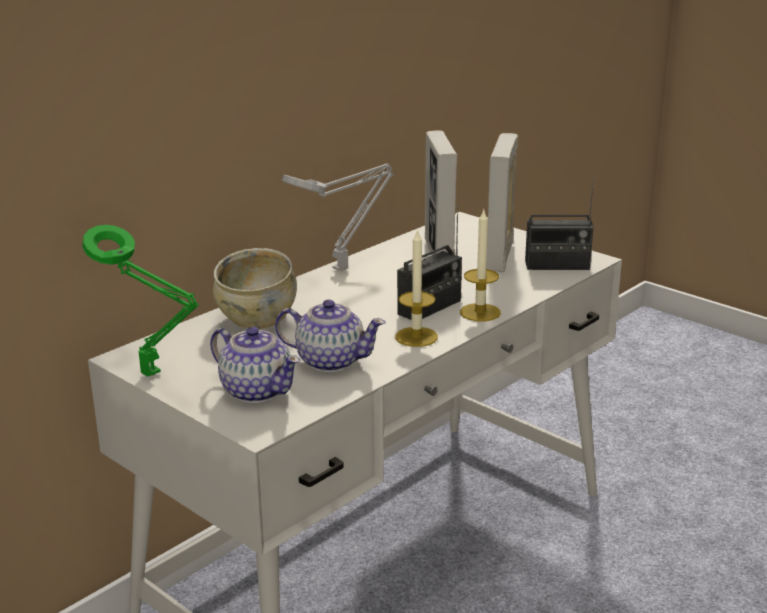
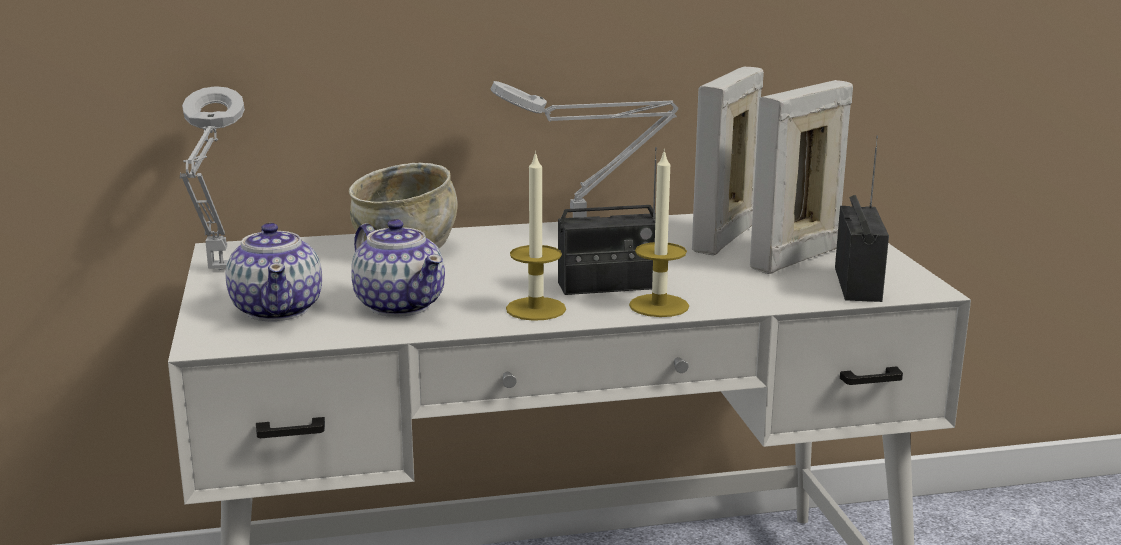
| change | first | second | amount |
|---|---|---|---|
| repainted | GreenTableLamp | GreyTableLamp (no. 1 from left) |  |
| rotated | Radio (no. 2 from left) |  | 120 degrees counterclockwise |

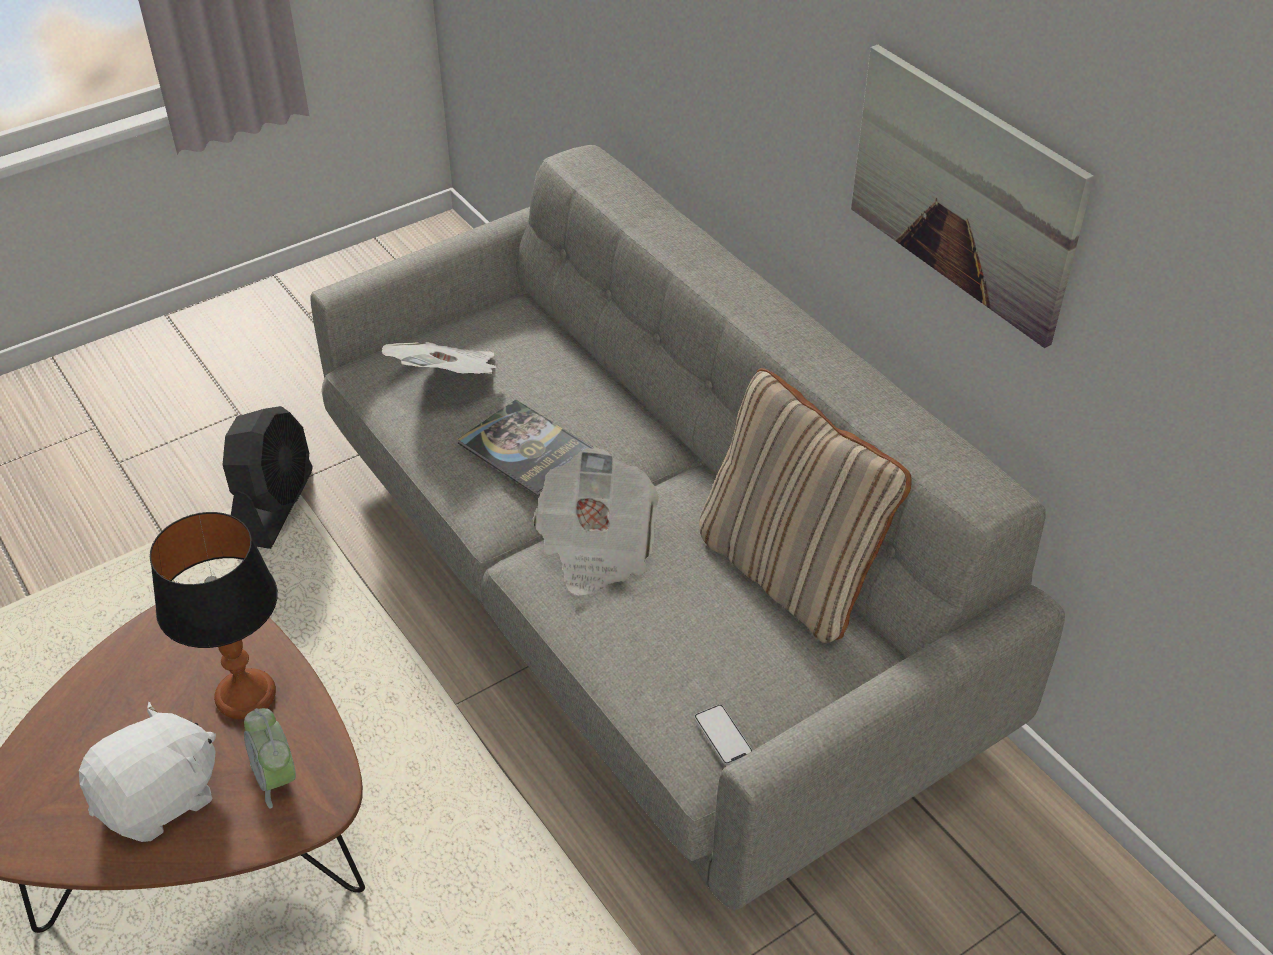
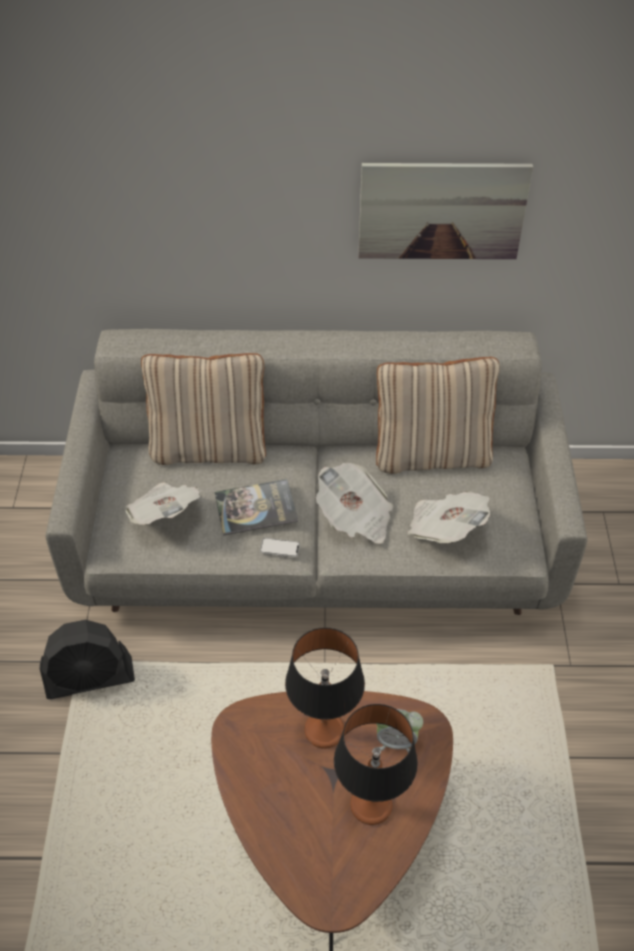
| change | first | second | amount |
|---|---|---|---|
| rotated | BlackFan |  | 120 degrees clockwise |
| new |  | BeigePillow (no. 1 from left) |  |
| shifted | Phone |  |  |
| swapped | WhitePlushToy | TableLamp (no. 2 from left) |  |
| new |  | Newspaper (no. 3 from left) |  |

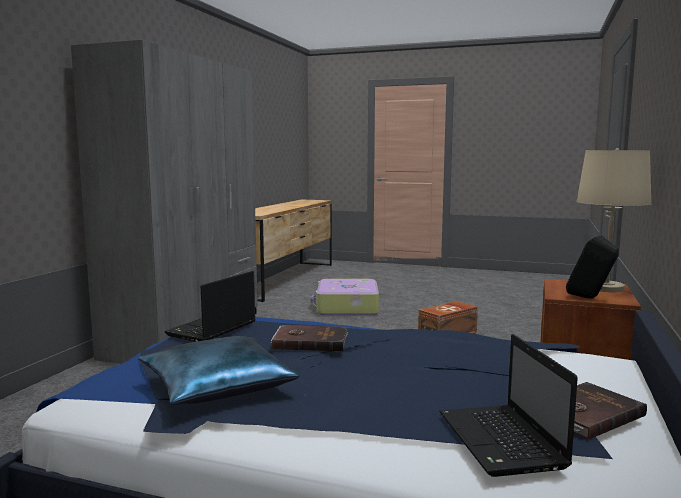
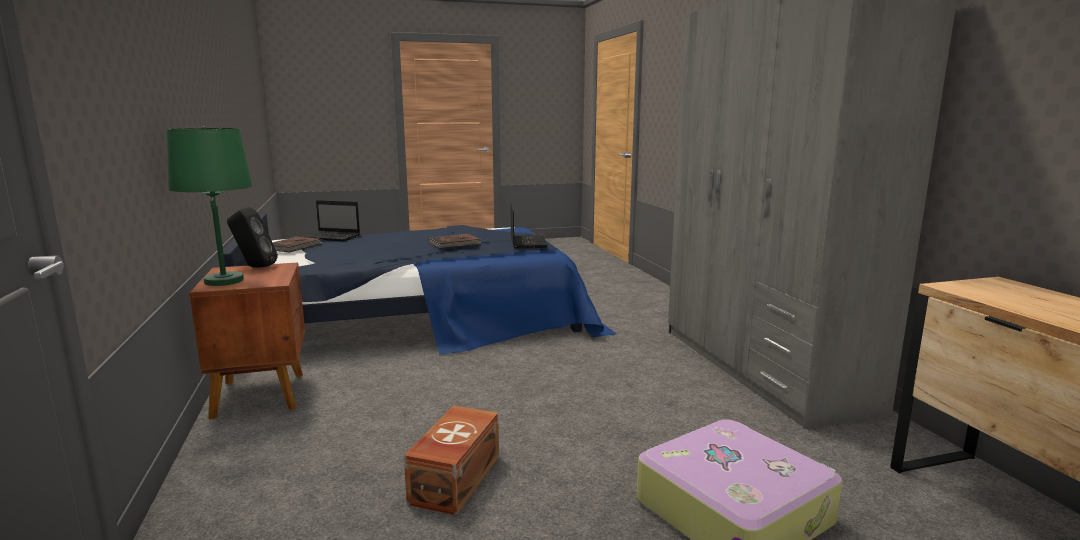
| change | first | second | amount |
|---|---|---|---|
| repainted | BeigeTableLamp | GreenTableLamp |  |
| rotated | Laptop (no. 2 from left in the first image) | Laptop (no. 1 from left) | 150 degrees clockwise |
| gone | BluePillow |  |  |

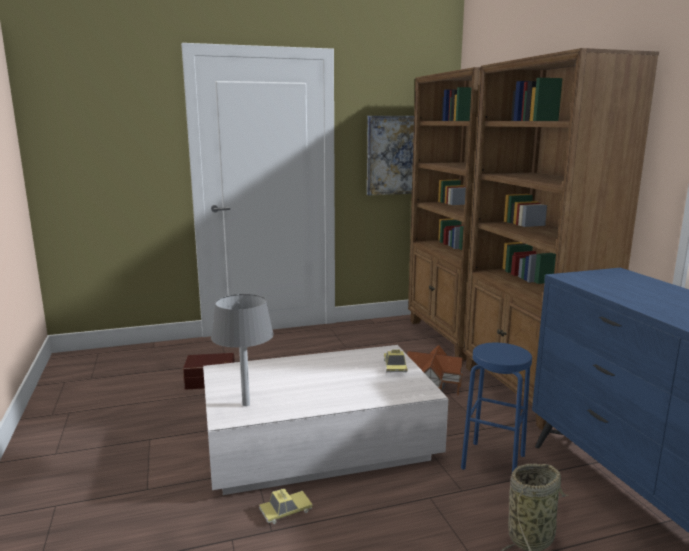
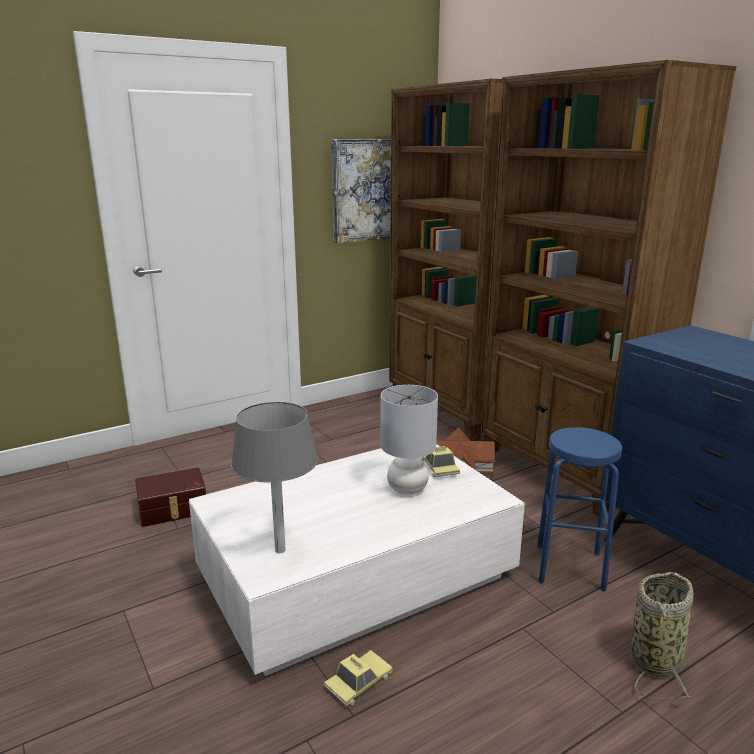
| change | first | second | amount |
|---|---|---|---|
| new |  | GreyTableLamp (no. 2 from left) |  |

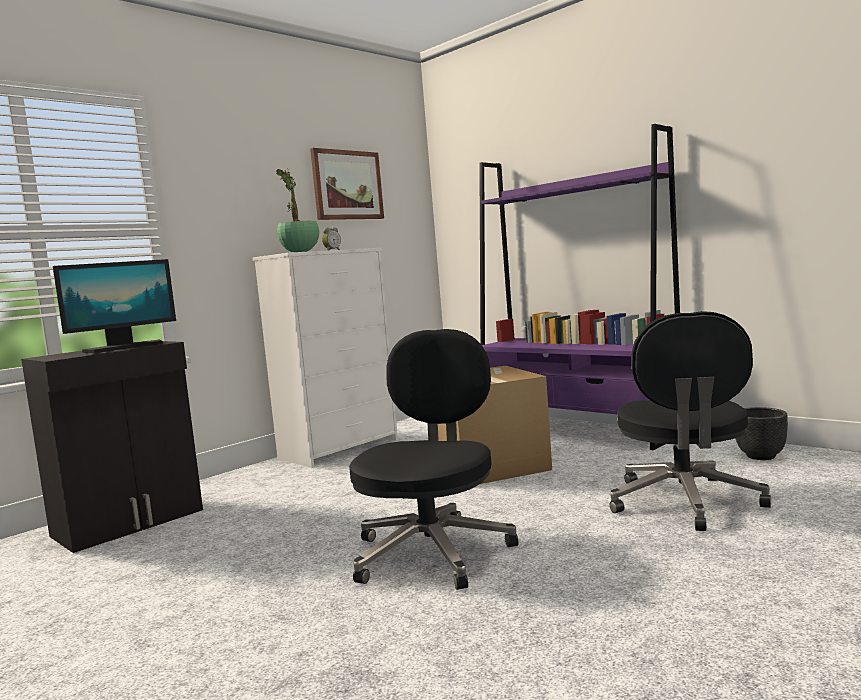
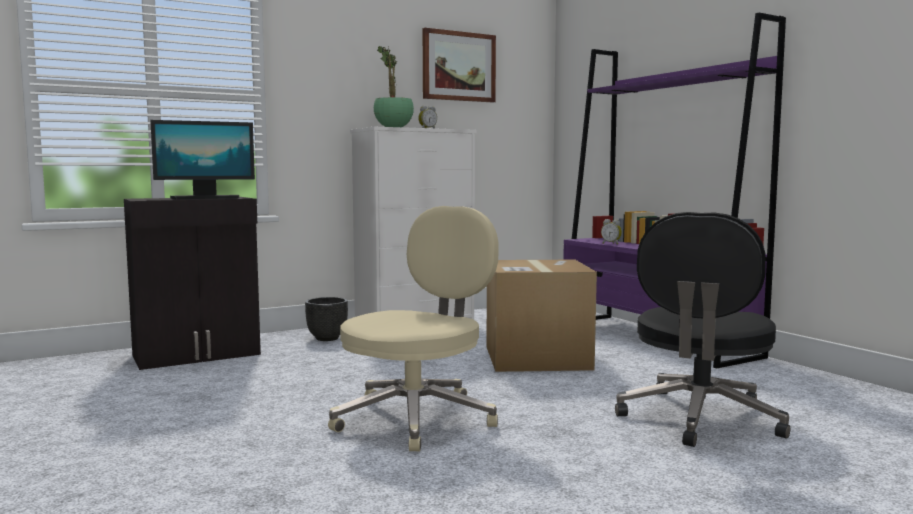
| change | first | second | amount |
|---|---|---|---|
| shifted | BlackPlanter |  |  |
| repainted | BlackOfficeChair (no. 1 from left) | BeigeOfficeChair |  |
| new |  | AlarmClock (no. 2 from left) |  |

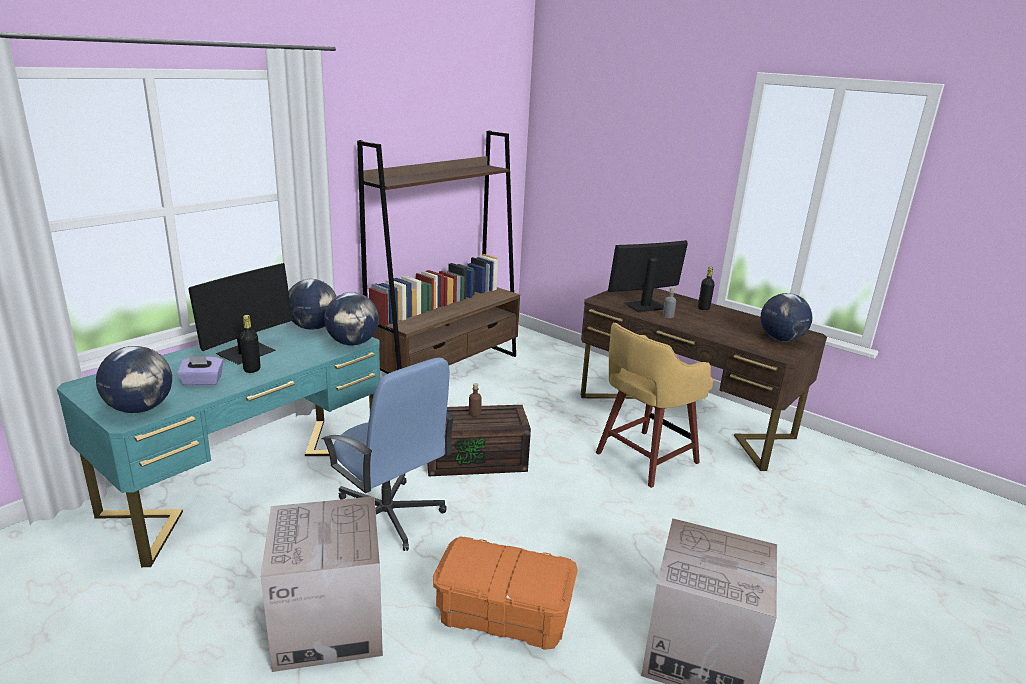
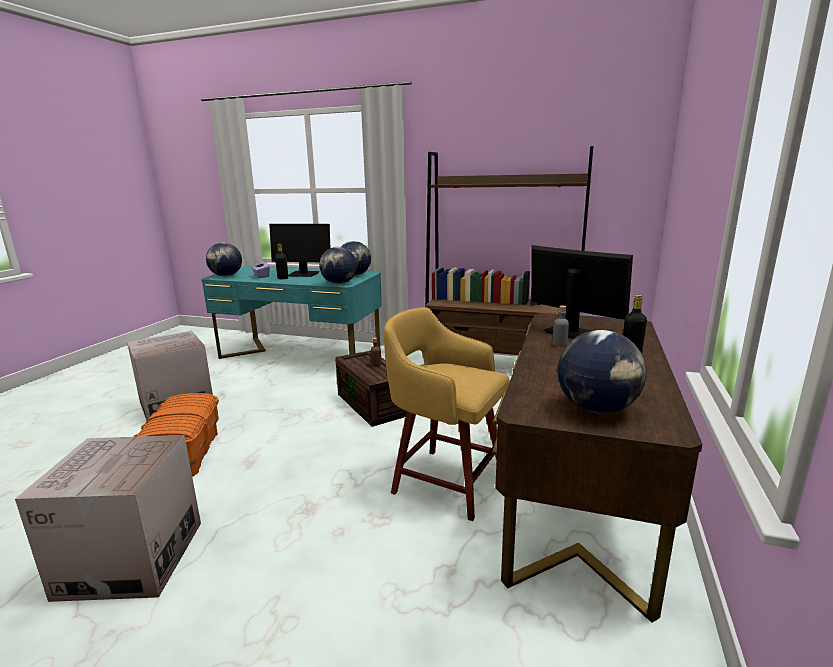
| change | first | second | amount |
|---|---|---|---|
| gone | BlueOfficeChair |  |  |

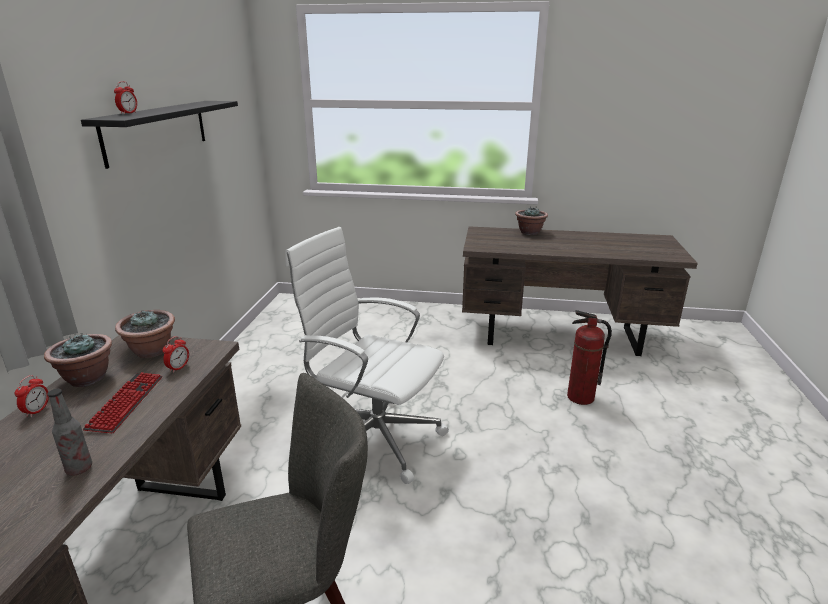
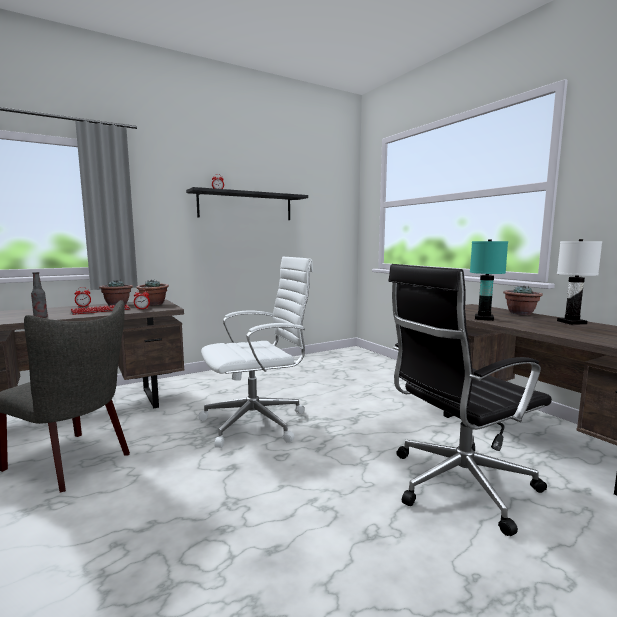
| change | first | second | amount |
|---|---|---|---|
| rotated | WhiteOfficeChair |  | 75 degrees clockwise |
| swapped | FireExtinguisher | BlackOfficeChair |  |
| new |  | TurquoiseTableLamp |  |
| new |  | WhiteTableLamp |  |

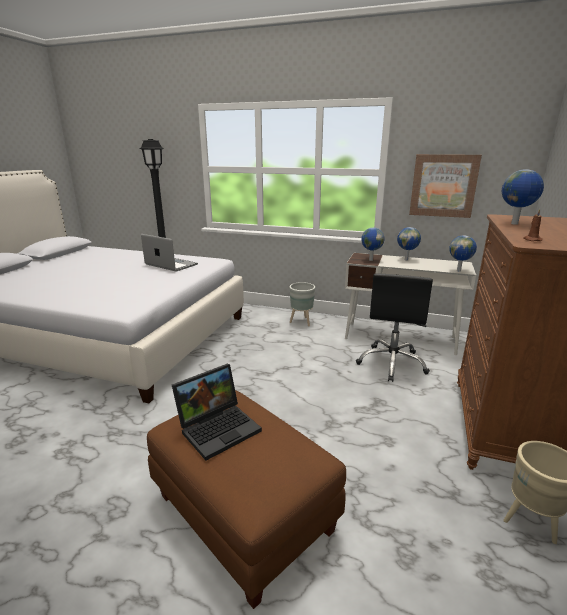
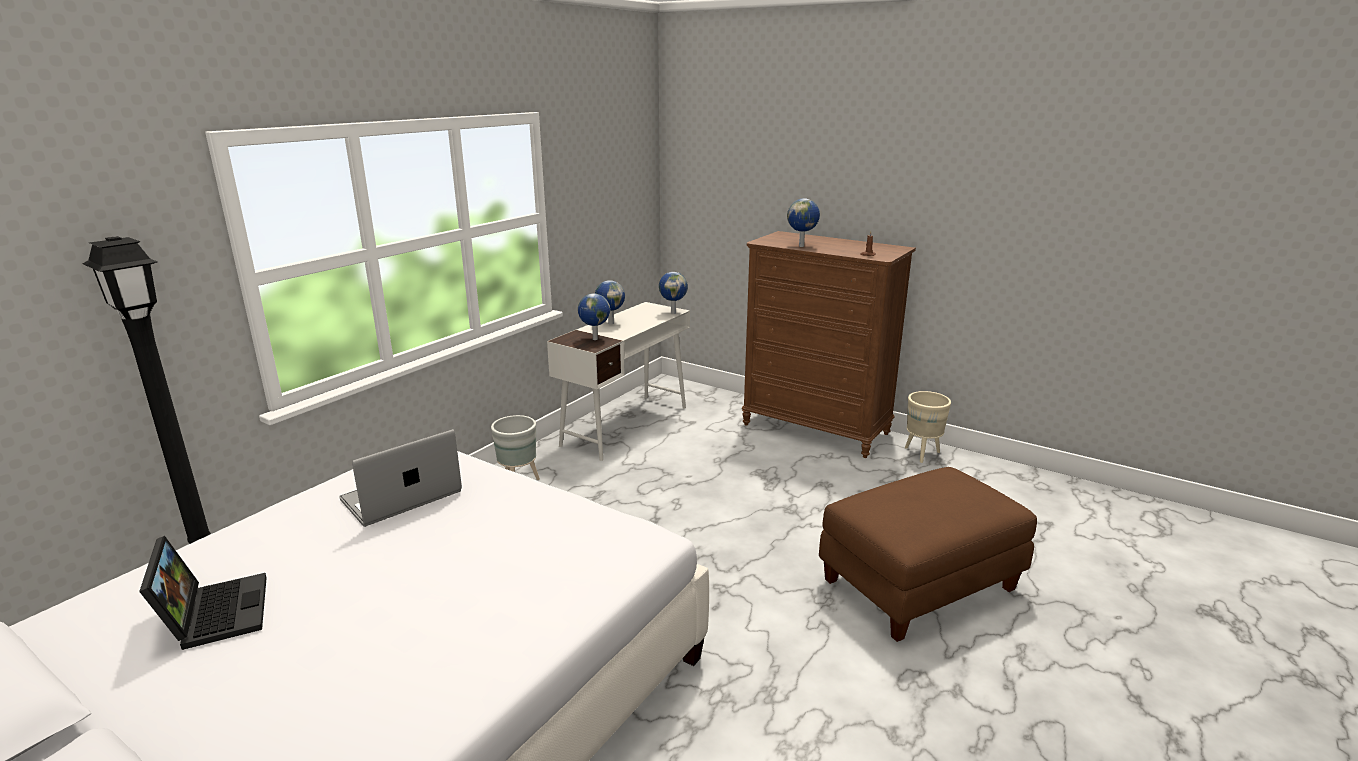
| change | first | second | amount |
|---|---|---|---|
| shifted | Laptop (no. 2 from left in the first image) | Laptop (no. 1 from left) |  |
| gone | BlackOfficeChair |  |  |
| gone | Picture |  |  |

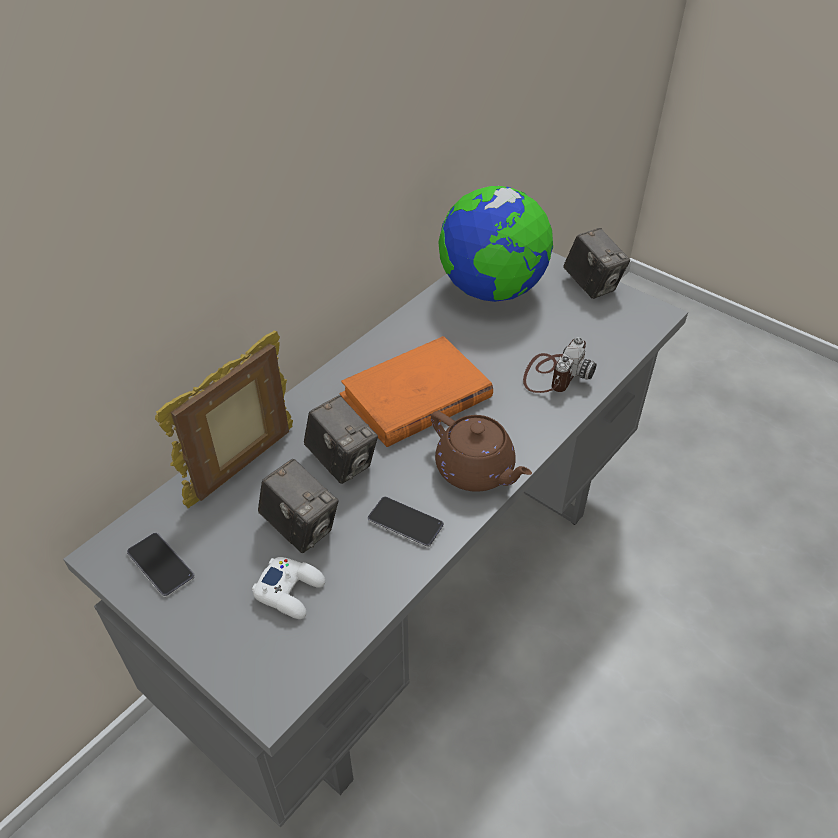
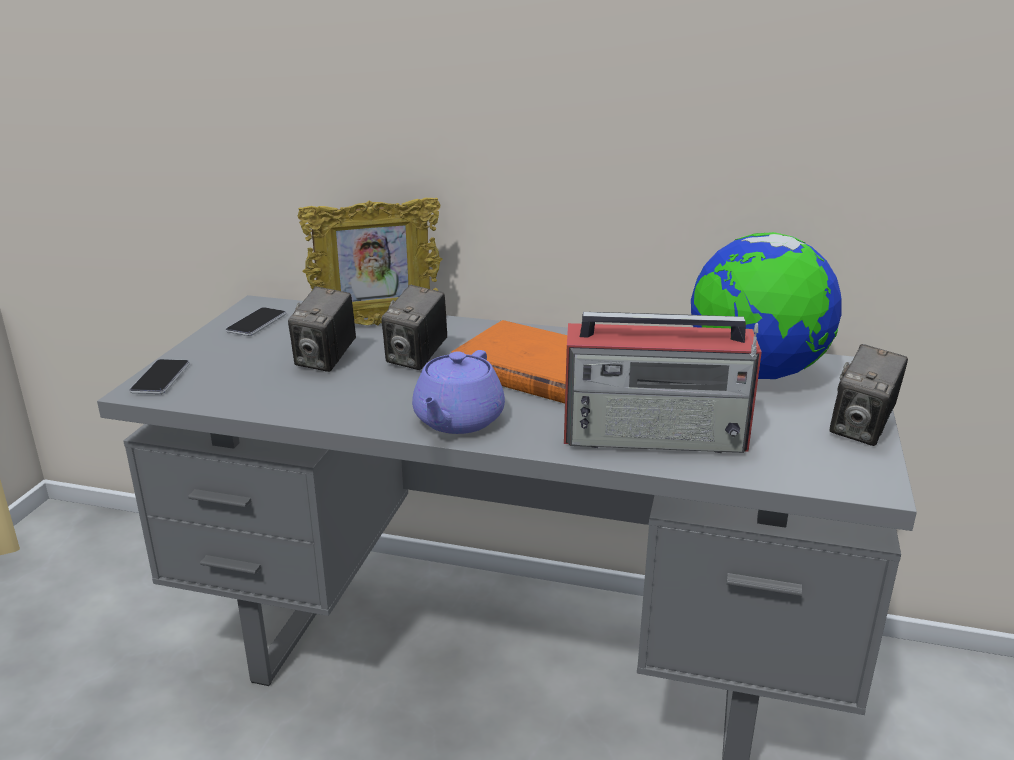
| change | first | second | amount |
|---|---|---|---|
| shifted | Phone (no. 2 from left in the first image) | Phone (no. 1 from left) |  |
| rotated | PictureFrame |  | 150 degrees clockwise |
| repainted | BrownTeapot | PurpleTeapot |  |
| swapped | PhotoCamera (no. 3 from left) | Radio |  |
| gone | WhiteGameController |  |  |

